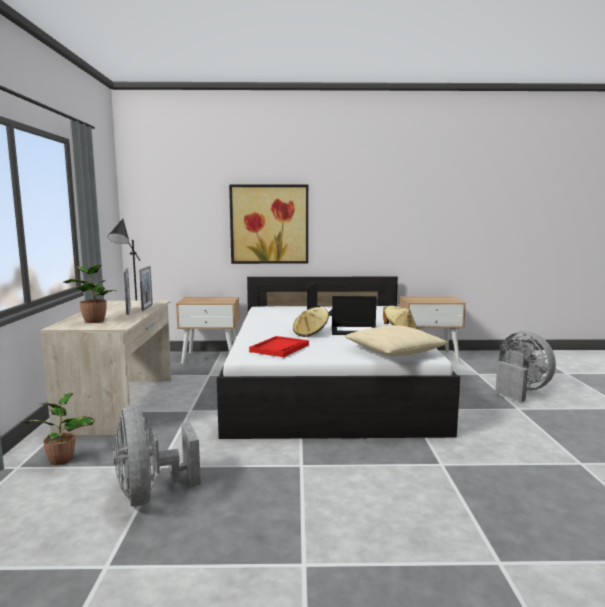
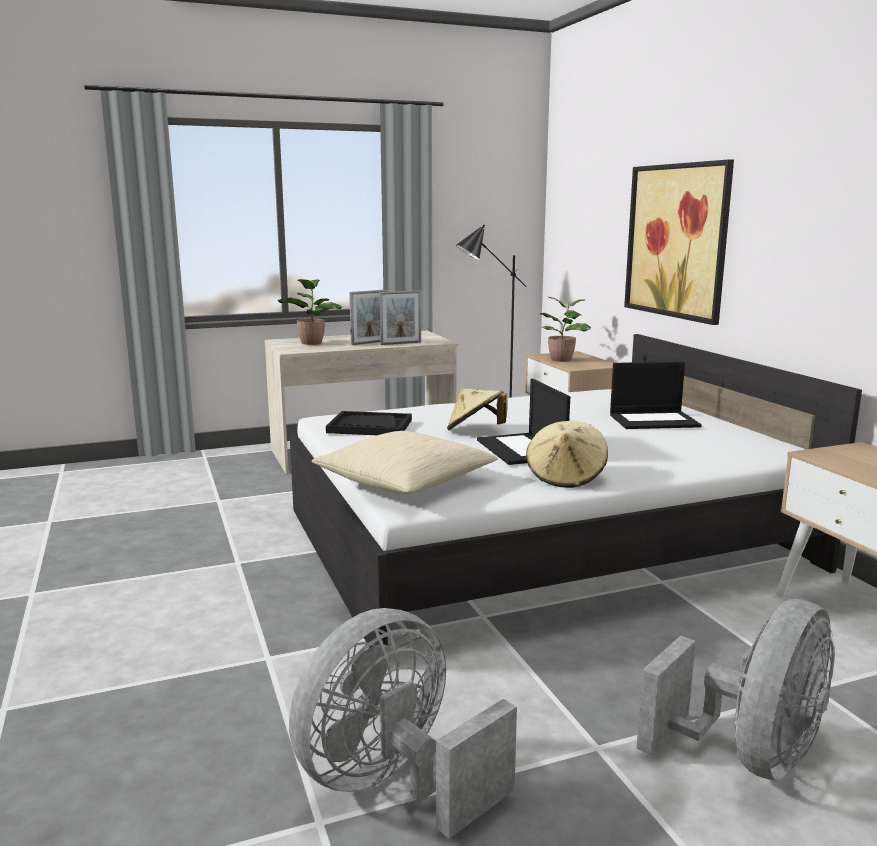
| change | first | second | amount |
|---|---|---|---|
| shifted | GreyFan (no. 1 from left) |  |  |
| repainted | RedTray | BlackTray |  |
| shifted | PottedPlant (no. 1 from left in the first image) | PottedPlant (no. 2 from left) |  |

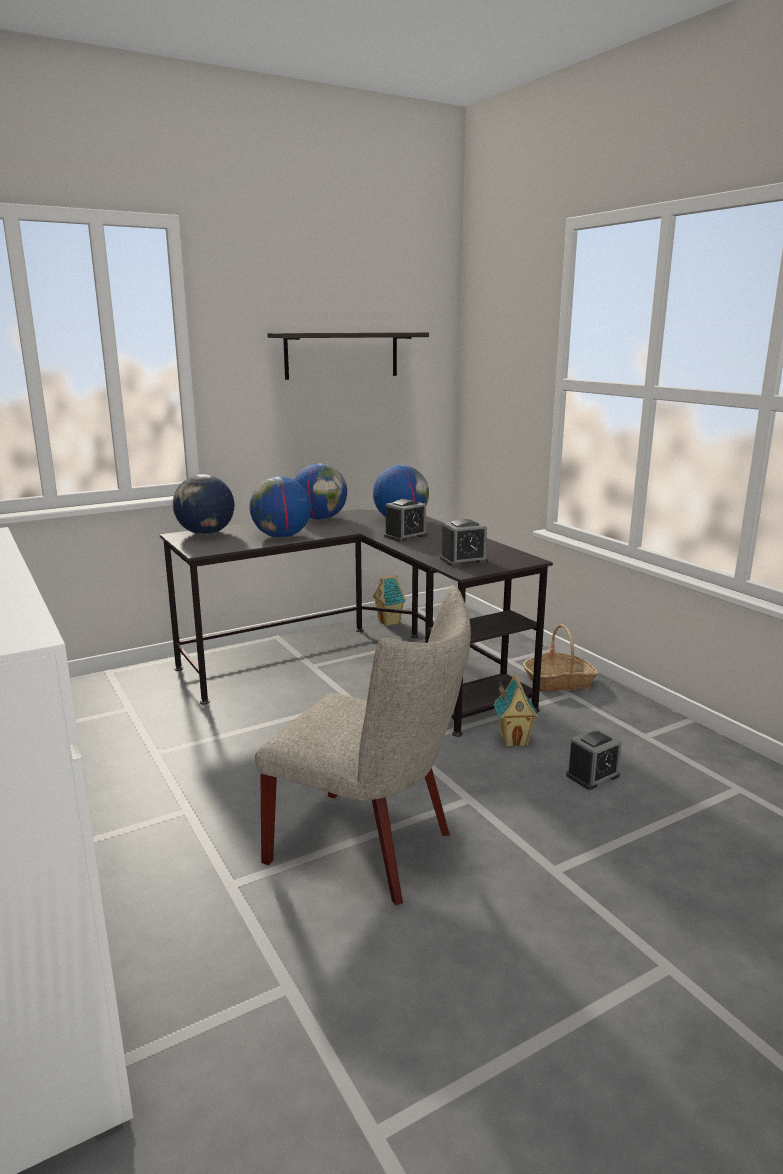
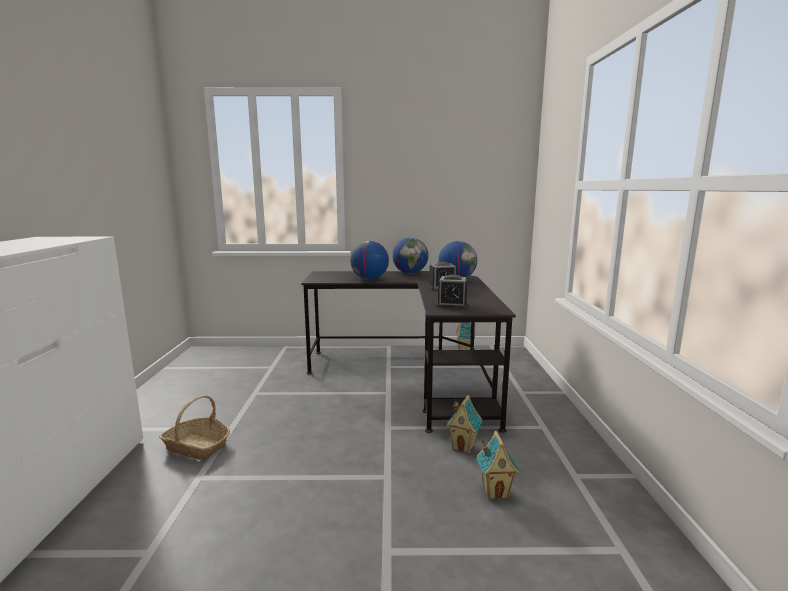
| change | first | second | amount |
|---|---|---|---|
| shifted | Basket |  |  |
| swapped | AlarmClock (no. 3 from left) | ToyHouse (no. 3 from left) |  |
| gone | Globe (no. 1 from left) |  |  |
| gone | BeigeChair |  |  |
| gone | Shelf |  |  |

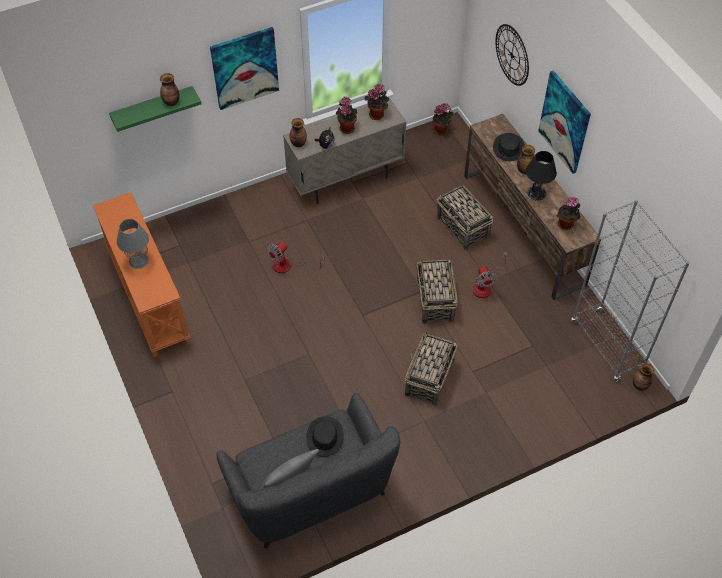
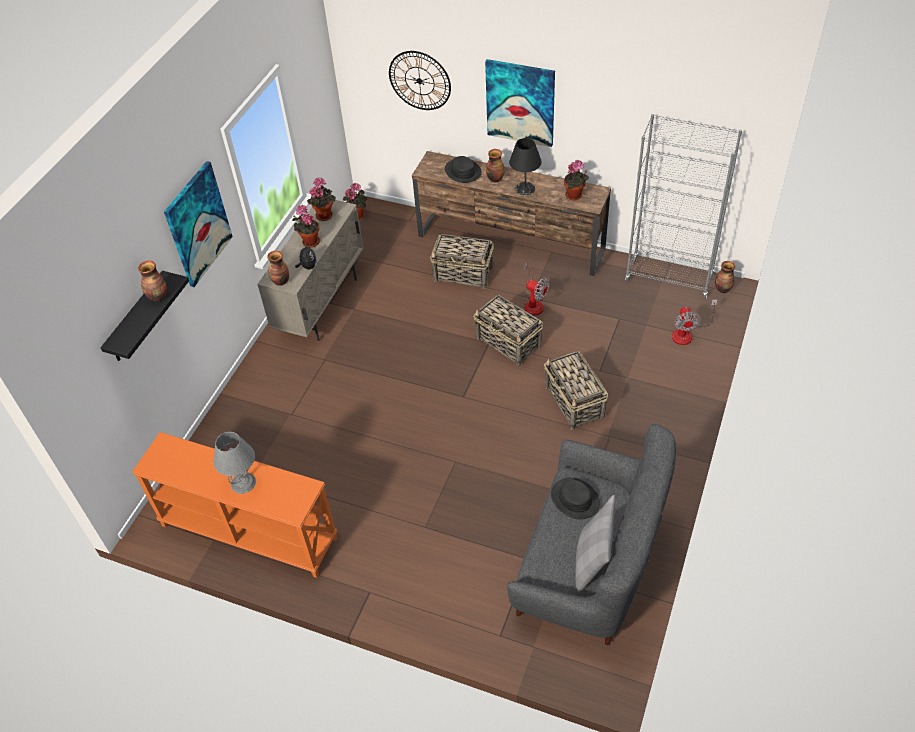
| change | first | second | amount |
|---|---|---|---|
| repainted | GreenShelf | BlackShelf |  |
| shifted | Fan (no. 1 from left in the first image) | Fan (no. 2 from left) |  |

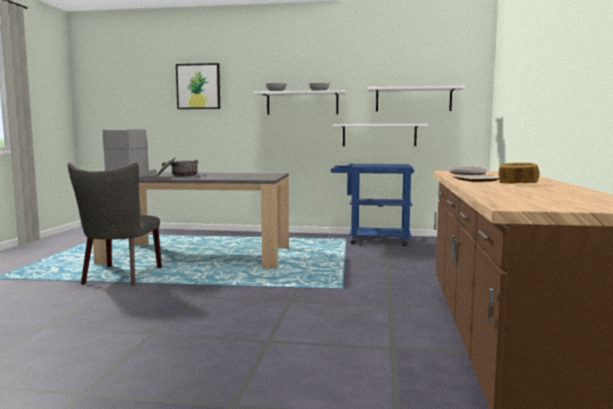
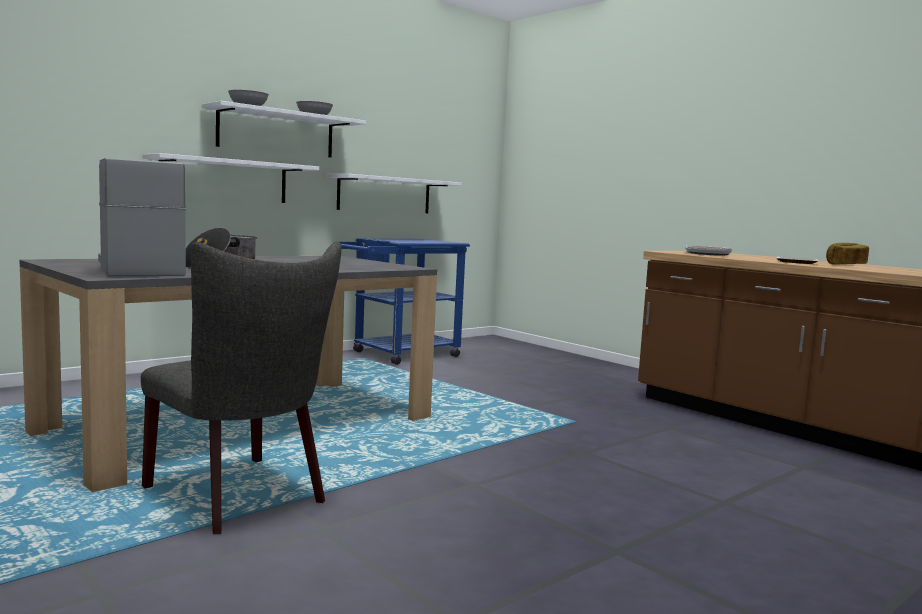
| change | first | second | amount |
|---|---|---|---|
| shifted | WhiteShelf (no. 3 from left in the first image) | WhiteShelf (no. 1 from left) |  |
| gone | Picture |  |  |

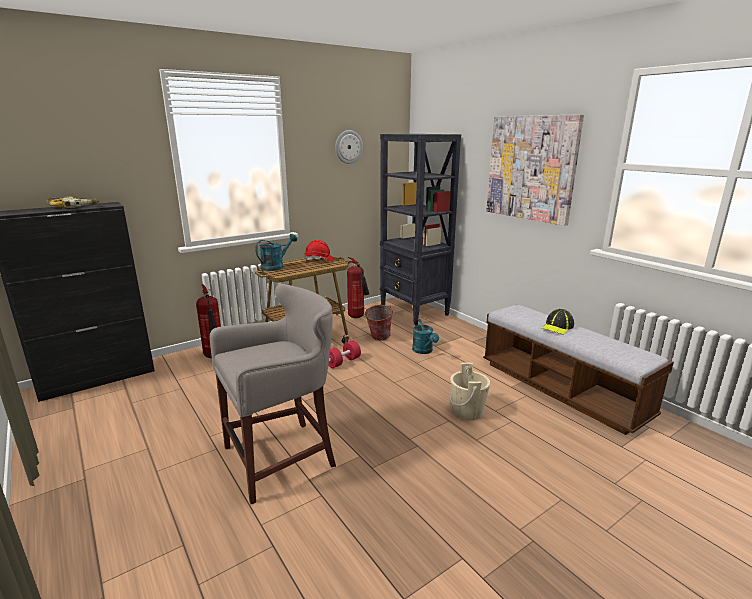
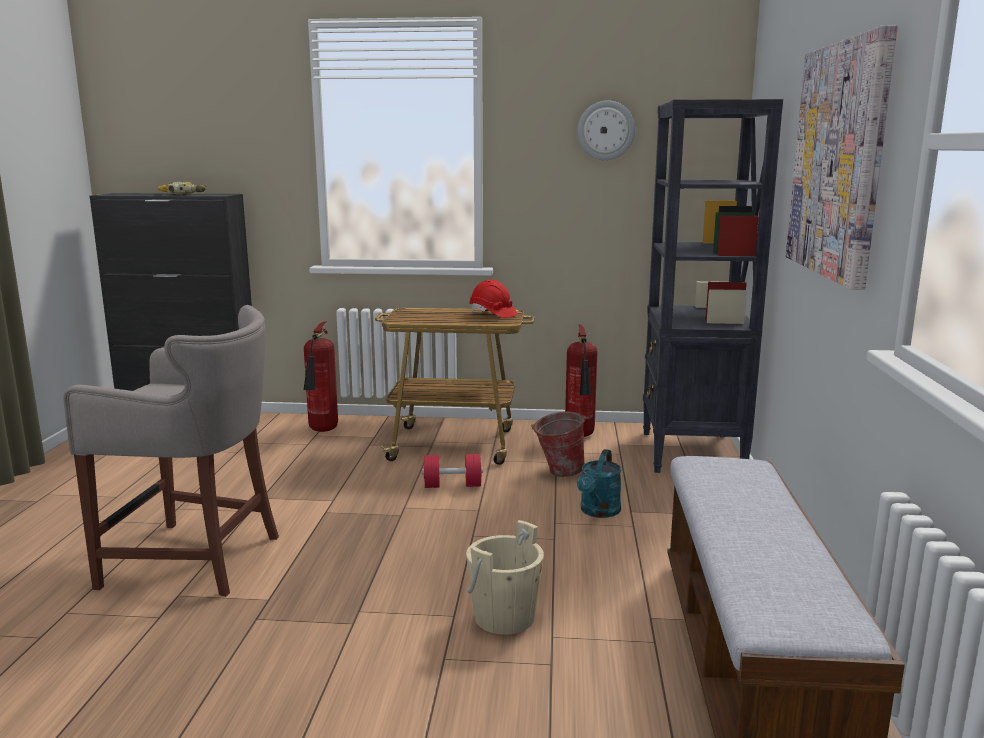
| change | first | second | amount |
|---|---|---|---|
| gone | TurquoiseWateringCan (no. 1 from left) |  |  |
| gone | Cap |  |  |

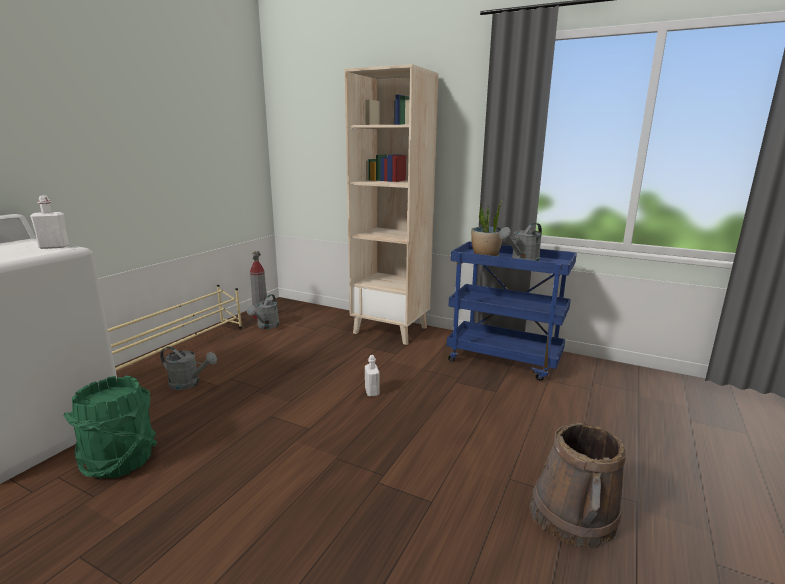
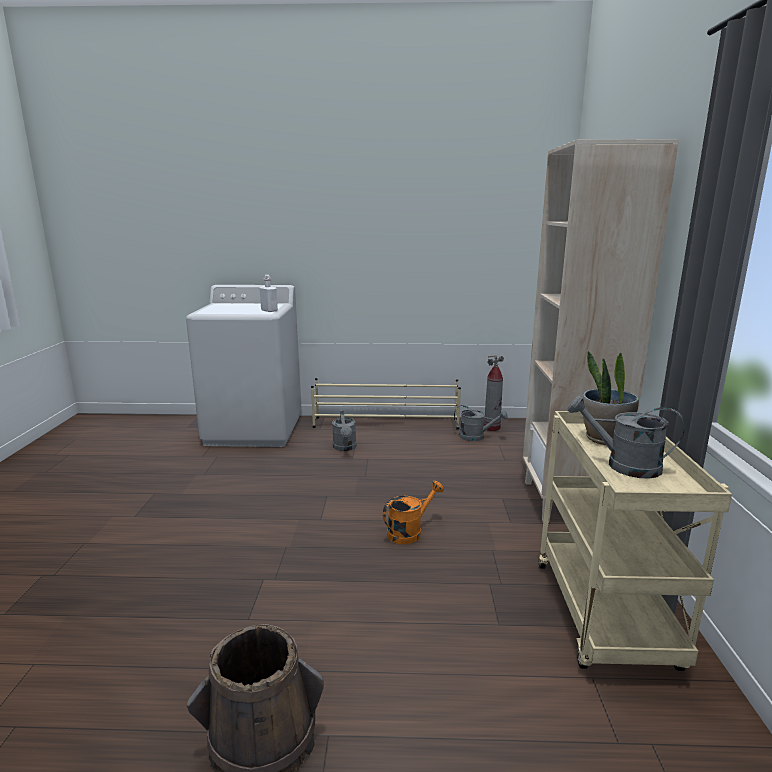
| change | first | second | amount |
|---|---|---|---|
| swapped | WhiteBottle (no. 2 from left) | OrangeWateringCan |  |
| rotated | GreyWateringCan (no. 2 from left) |  | 150 degrees counterclockwise |
| repainted | BlueCart | BeigeCart |  |
| gone | GreenBucket |  |  |

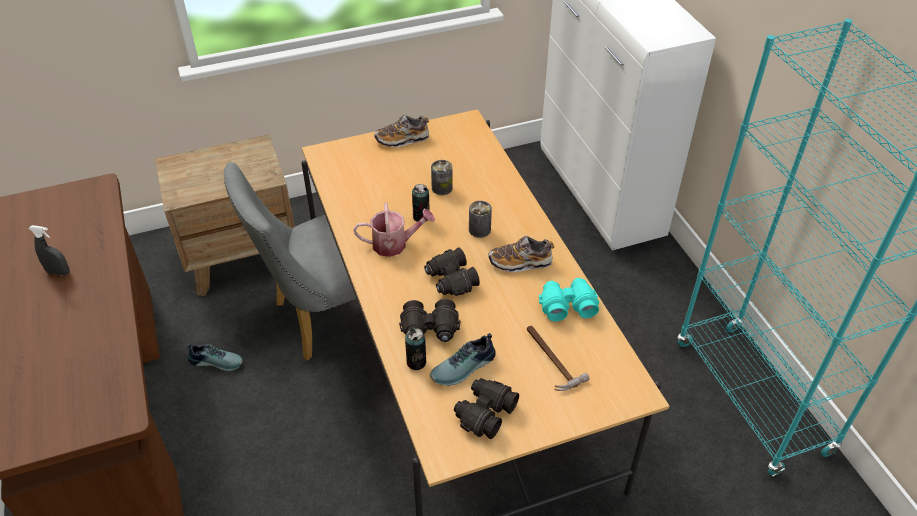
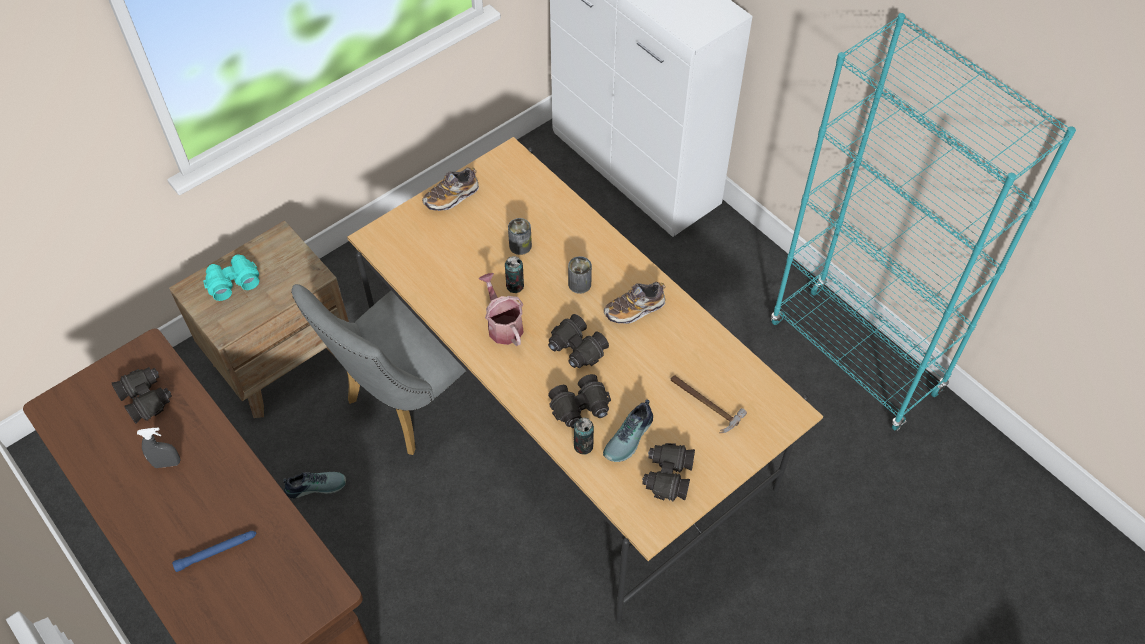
| change | first | second | amount |
|---|---|---|---|
| new |  | BlackBinoculars (no. 1 from left) |  |
| new |  | BlueFlashlight |  |
| shifted | TurquoiseBinoculars |  |  |
| rotated | WateringCan |  | 90 degrees counterclockwise |

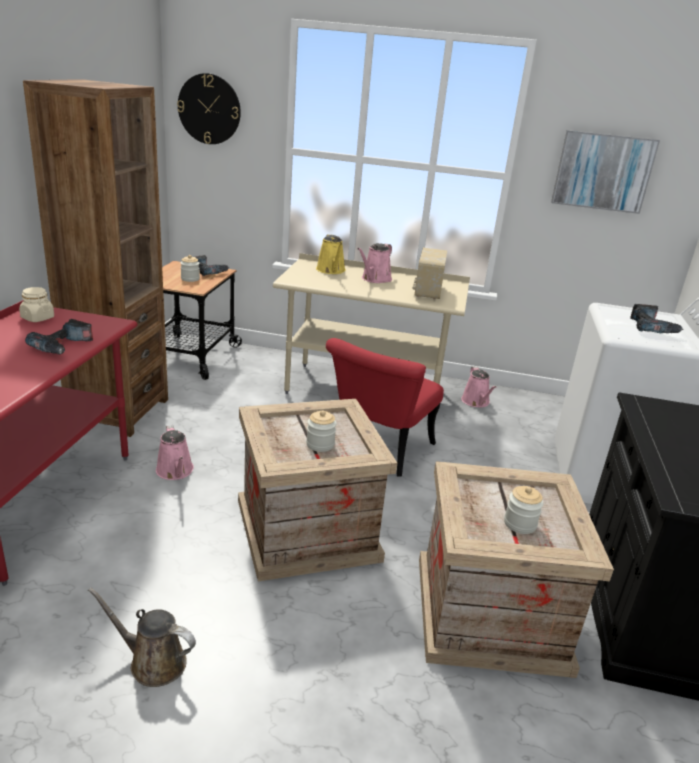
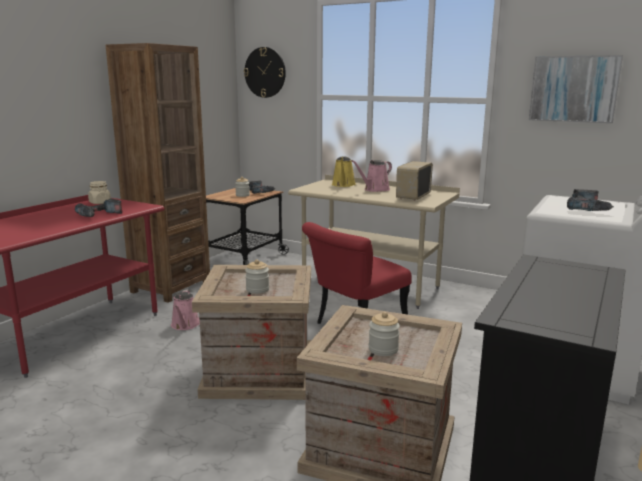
| change | first | second | amount |
|---|---|---|---|
| gone | BrownWateringCan |  |  |
| gone | PinkWateringCan (no. 3 from left) |  |  |

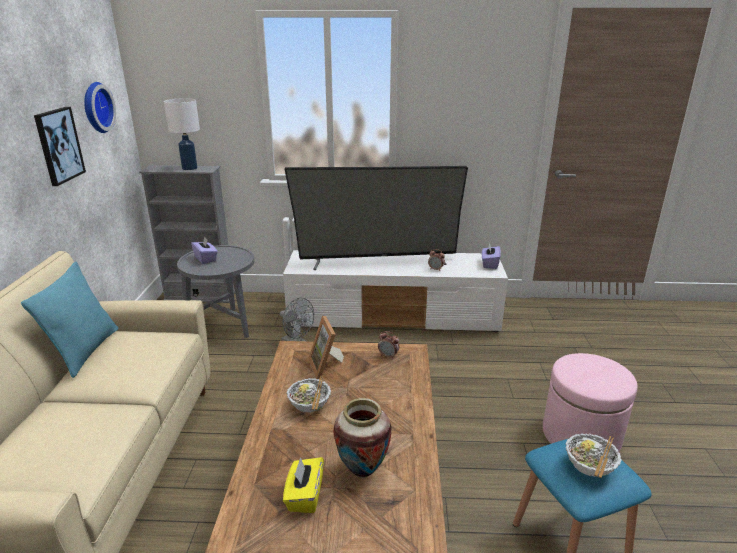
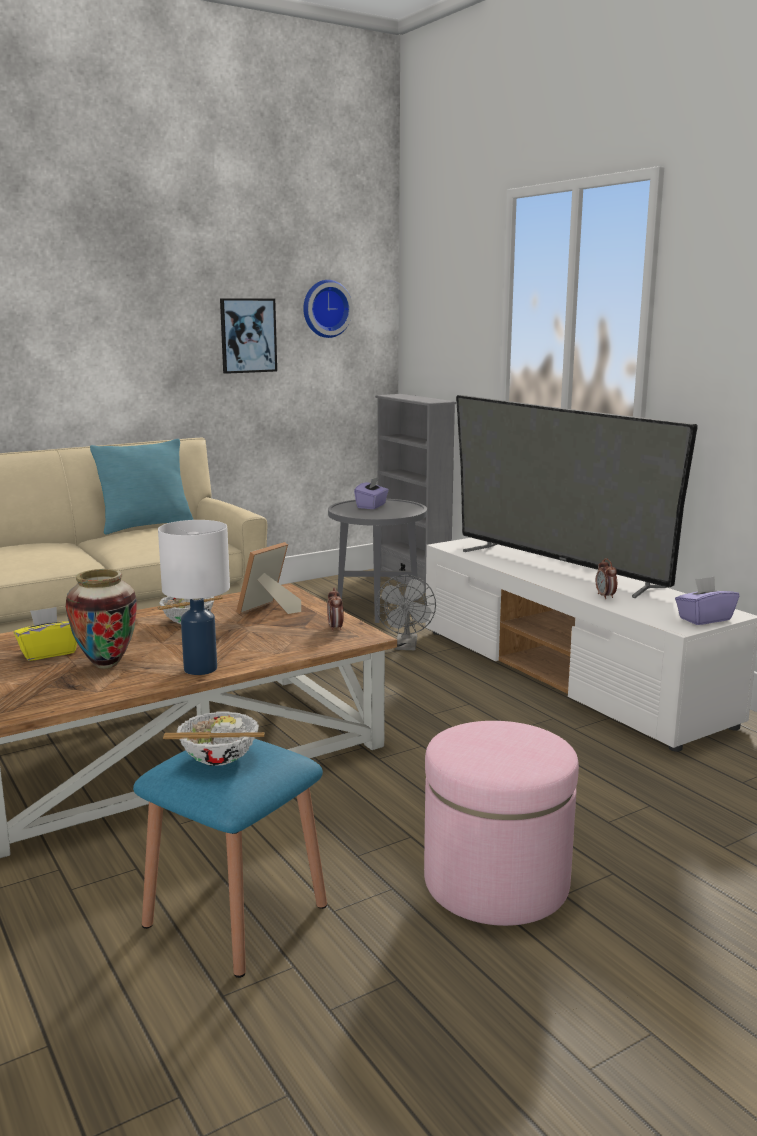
| change | first | second | amount |
|---|---|---|---|
| shifted | WhiteTableLamp |  |  |

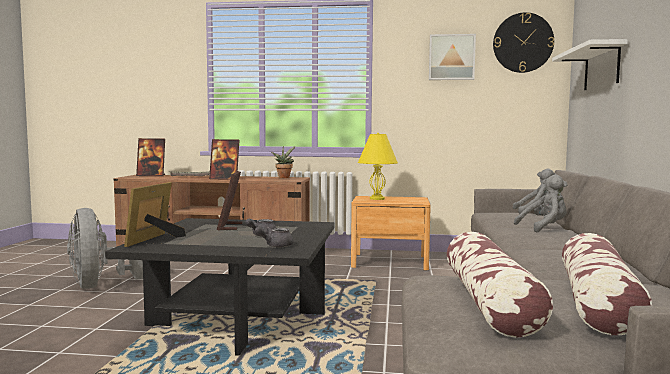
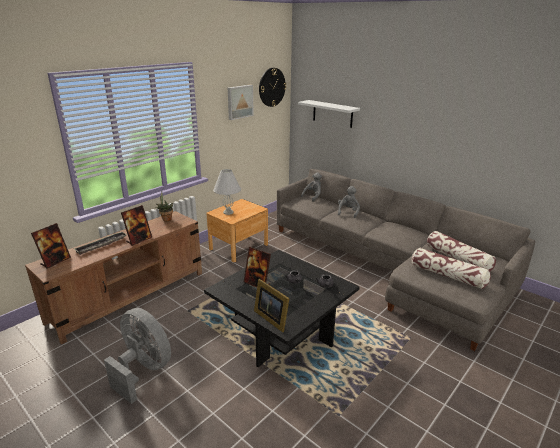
| change | first | second | amount |
|---|---|---|---|
| rotated | GreyFan |  | 150 degrees counterclockwise |
| repainted | YellowTableLamp | WhiteTableLamp |  |

